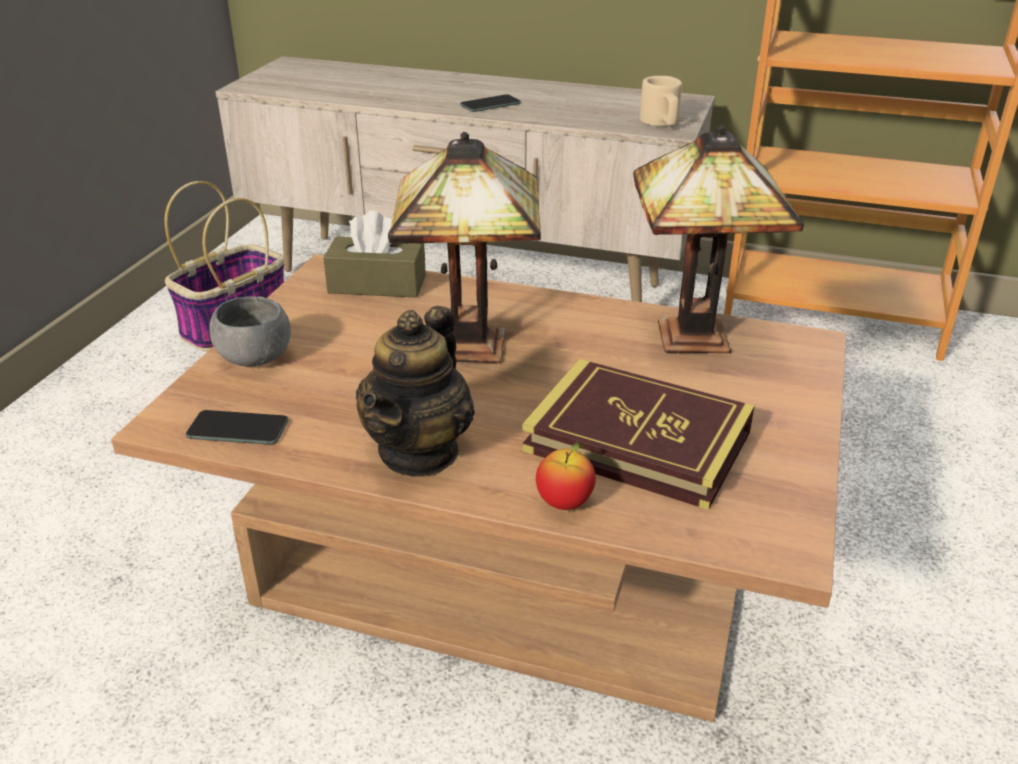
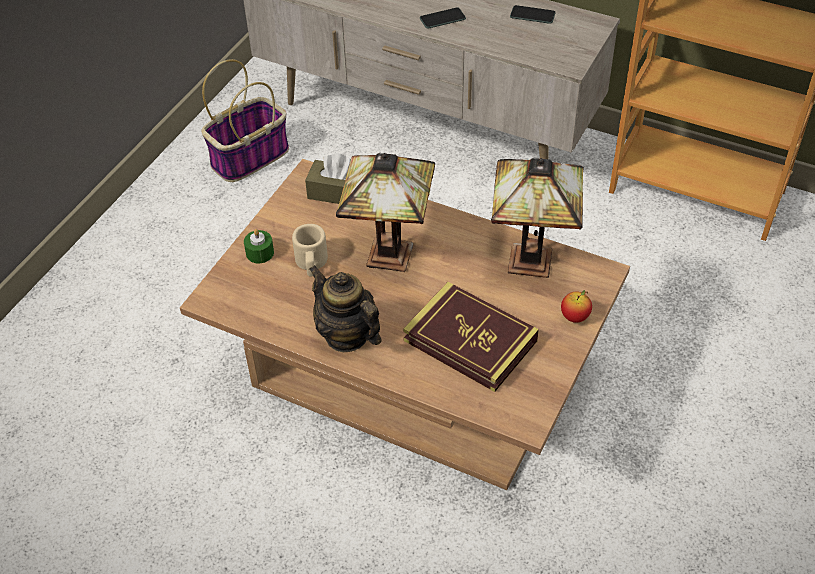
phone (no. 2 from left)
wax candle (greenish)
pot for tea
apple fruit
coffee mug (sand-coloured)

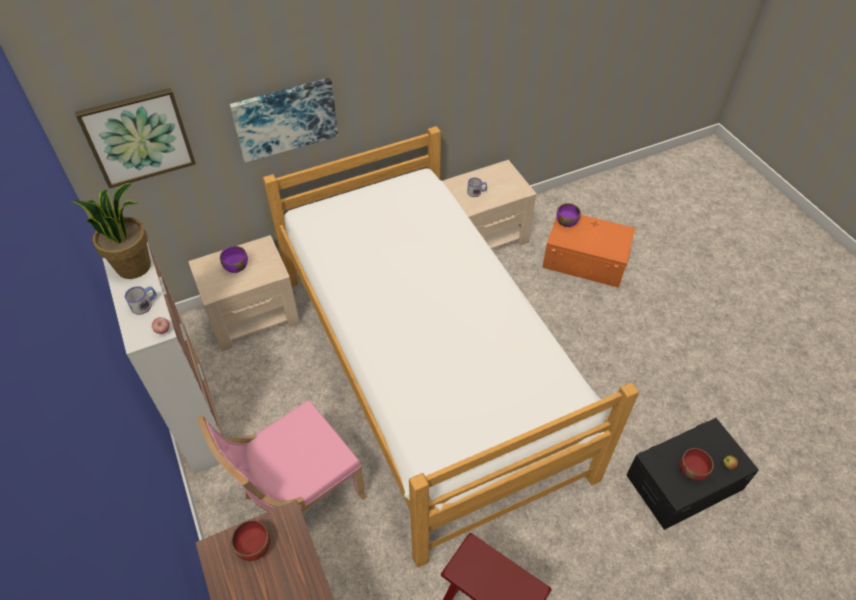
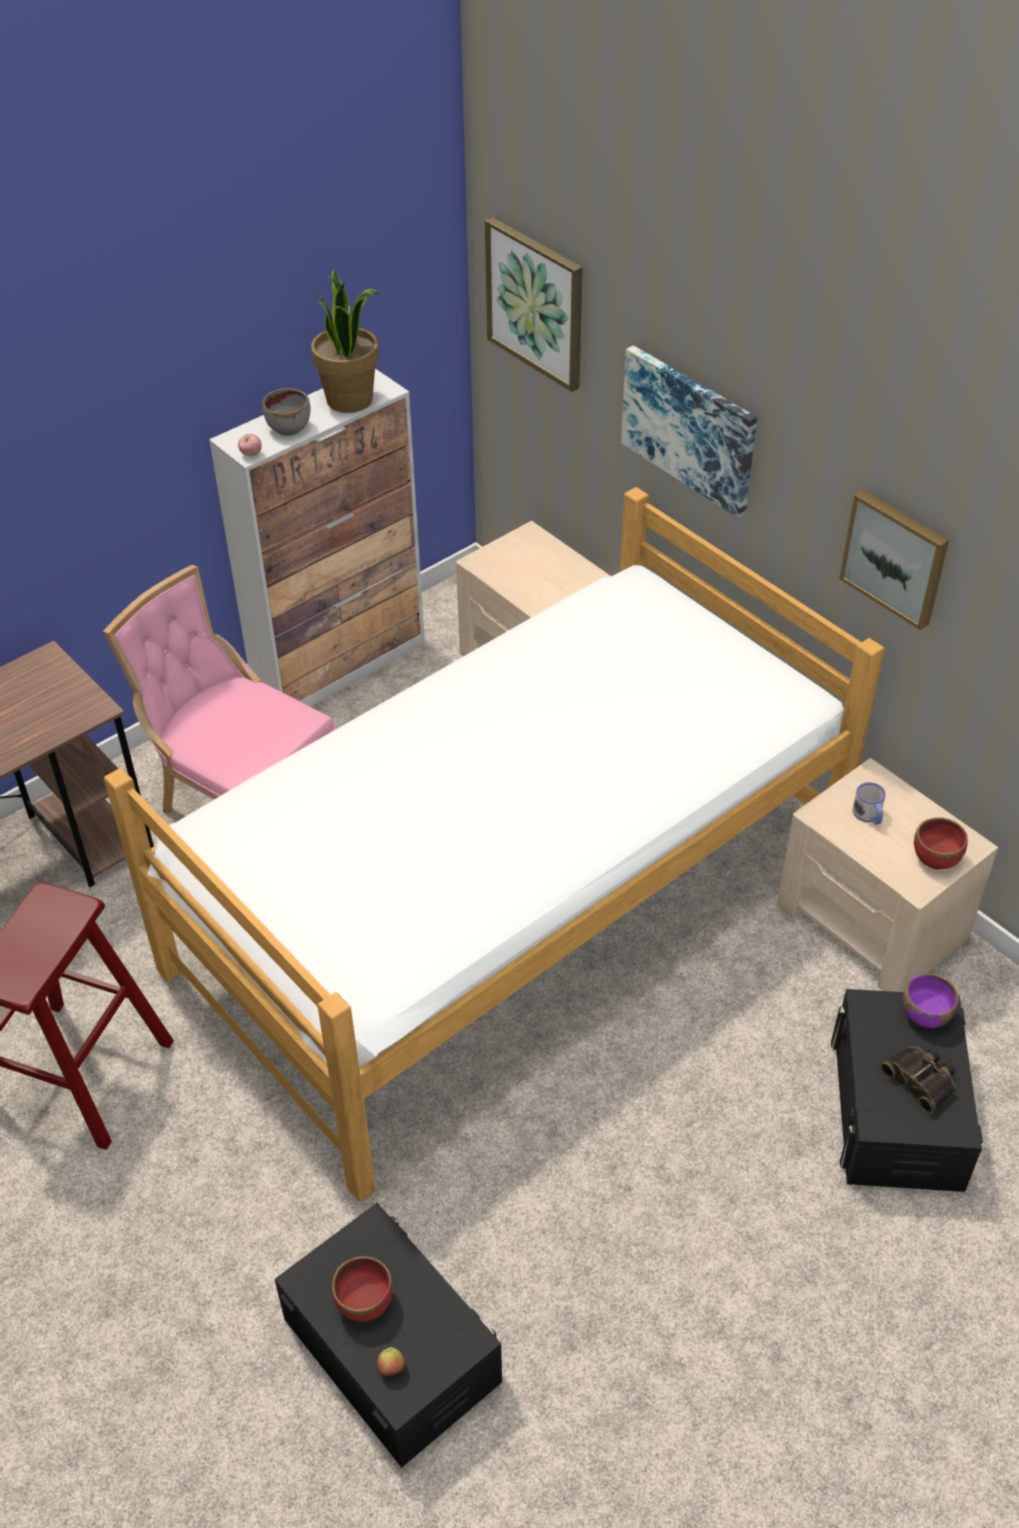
deep dish (gray)
deep dish (purple) (no. 1 from left in the first image)
deep dish (red) (no. 2 from left)
storage container (black) (no. 2 from left)
wall art (no. 3 from left)
binoculars

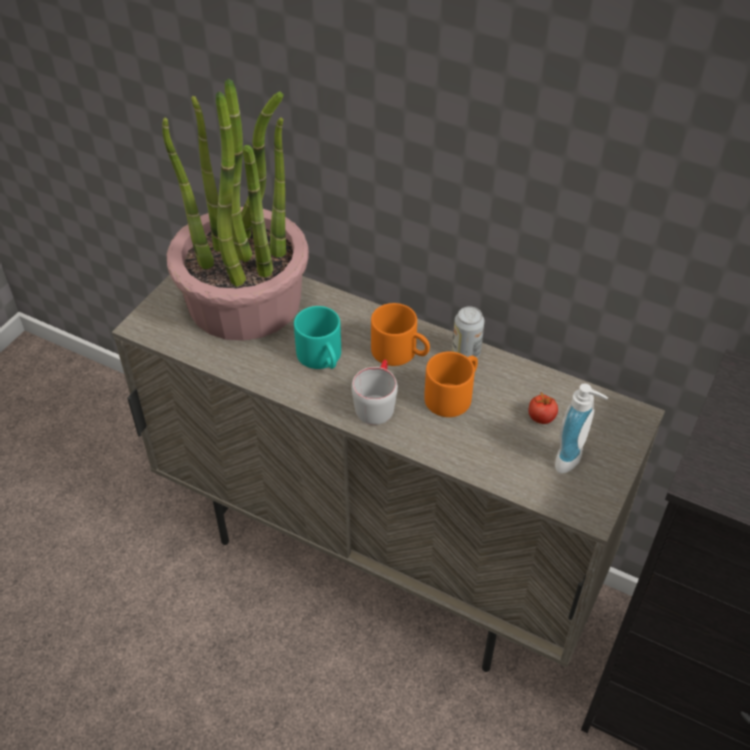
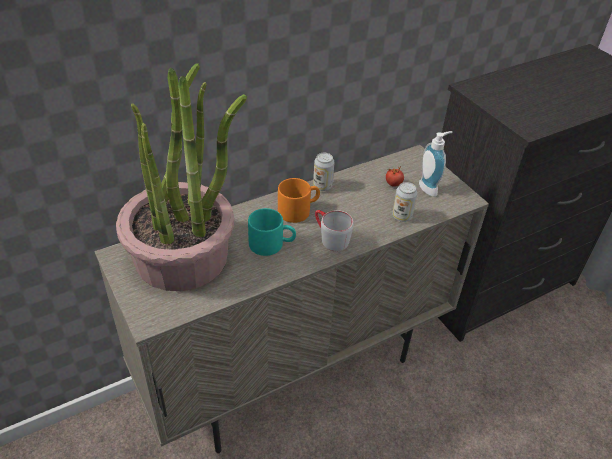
coffee mug (orange) (no. 2 from left in the first image)
sealed can (no. 2 from left)

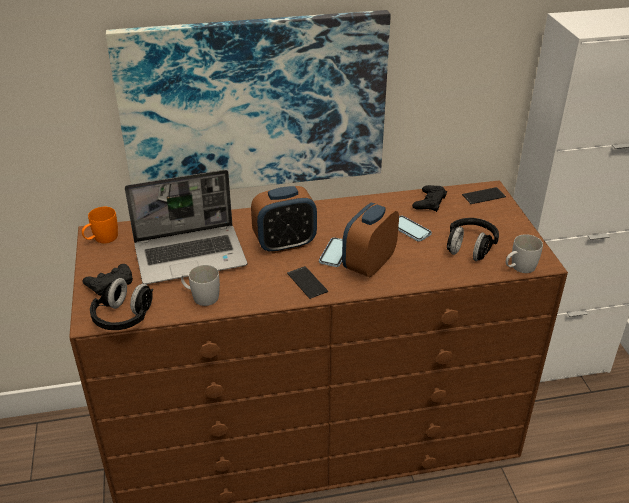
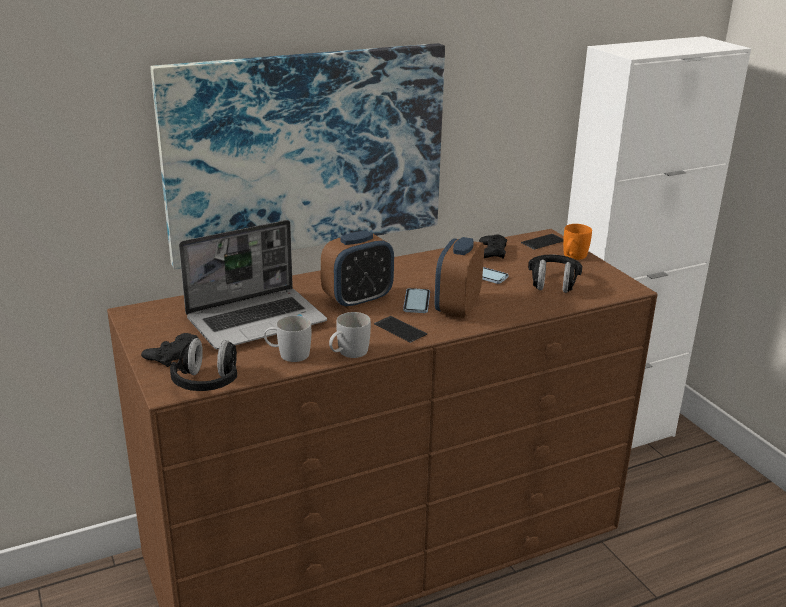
coffee mug (orange)
coffee mug (whitish) (no. 2 from left)

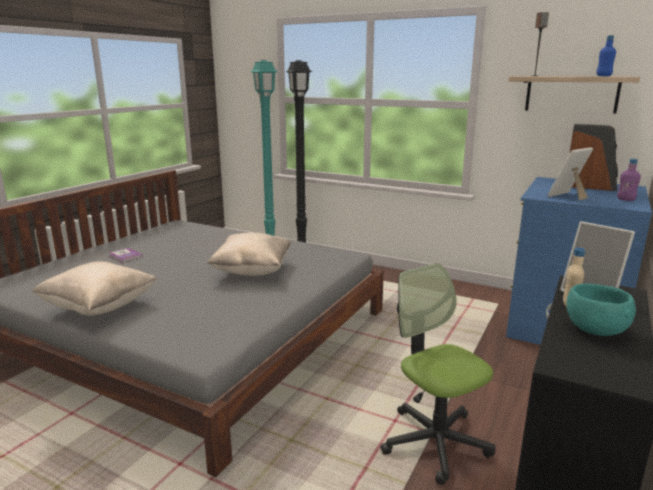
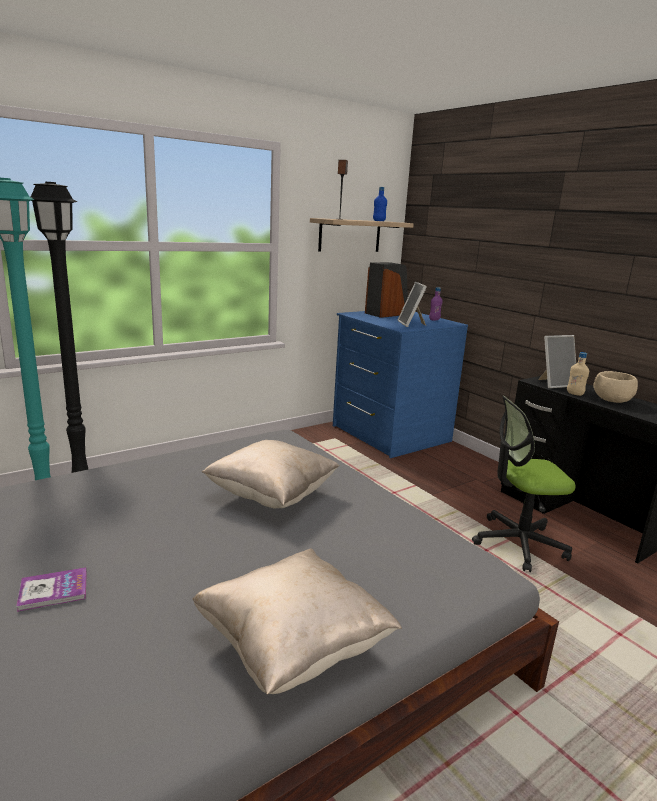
deep dish (sand-coloured)

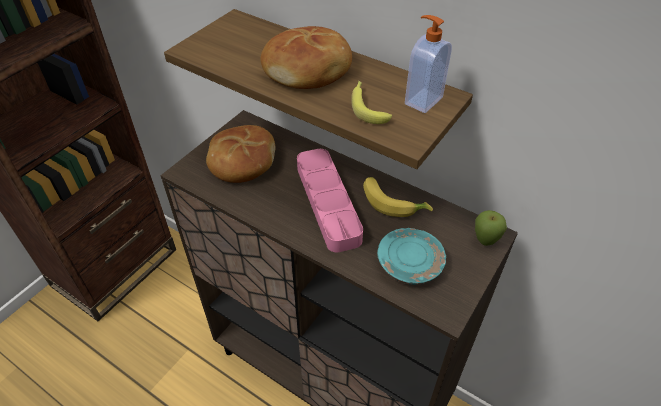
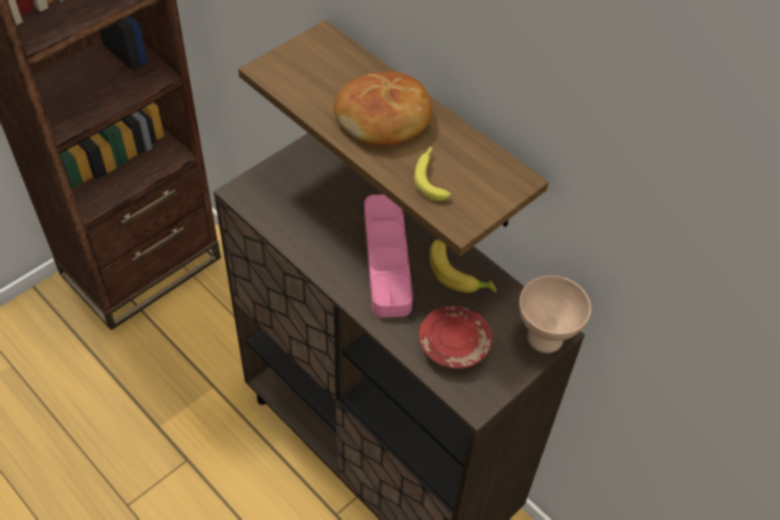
bread (no. 1 from left in the first image)
dinner plate (red)
soap dispenser
deep dish (sand-coloured)

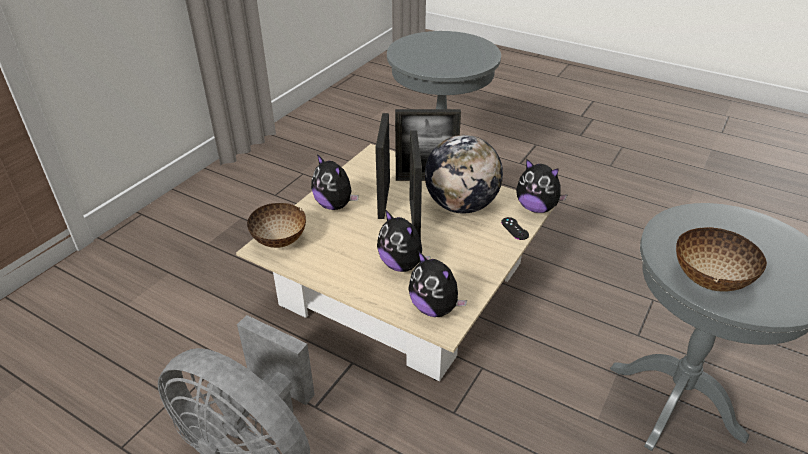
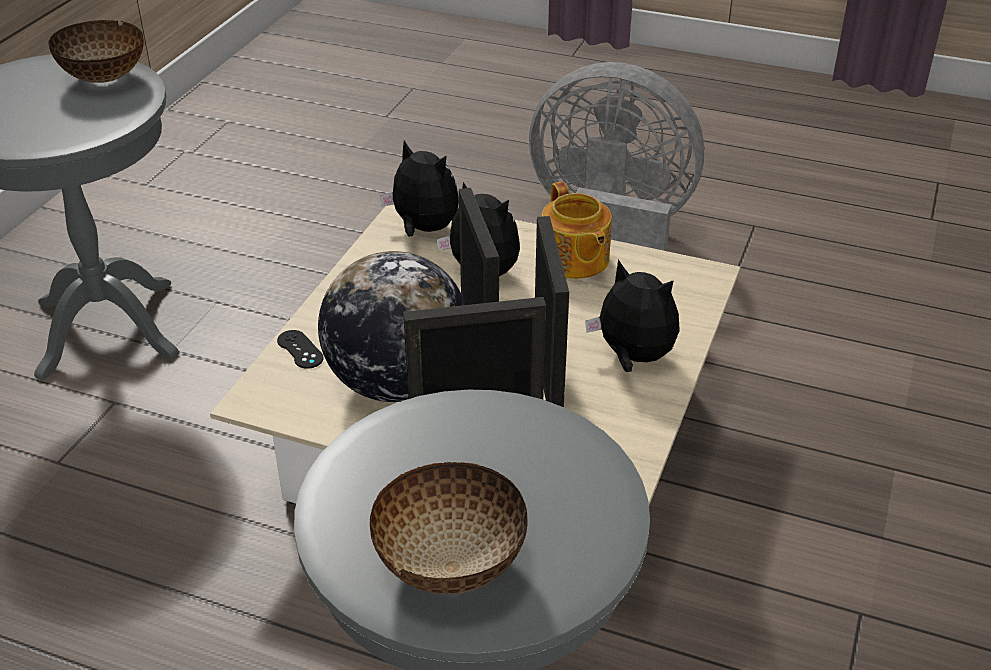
deep dish (no. 2 from left)
cuddly toy (no. 4 from left in the first image)
pot for tea

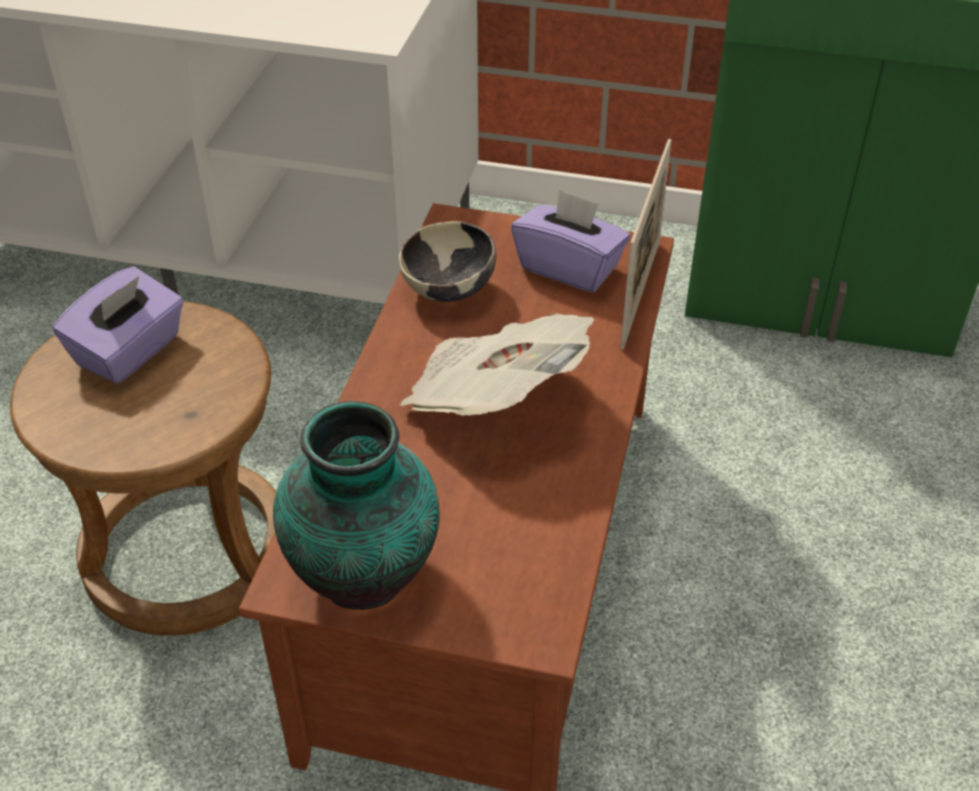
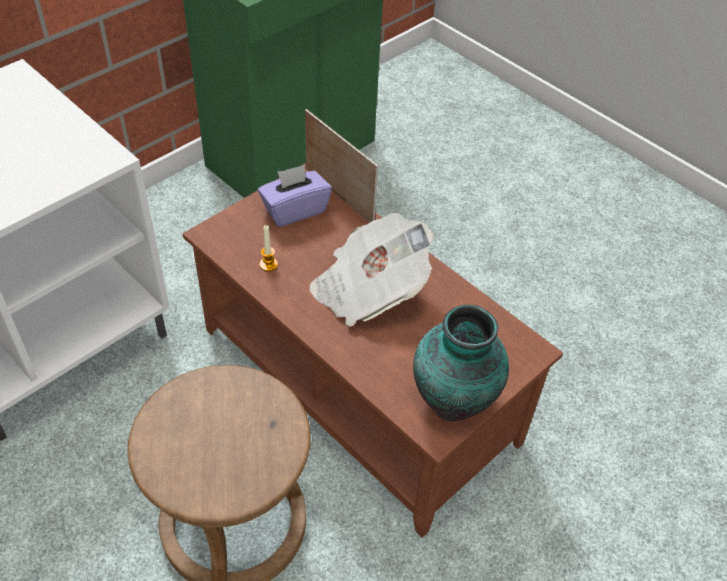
tissue box (purple) (no. 1 from left in the first image)
wax candle

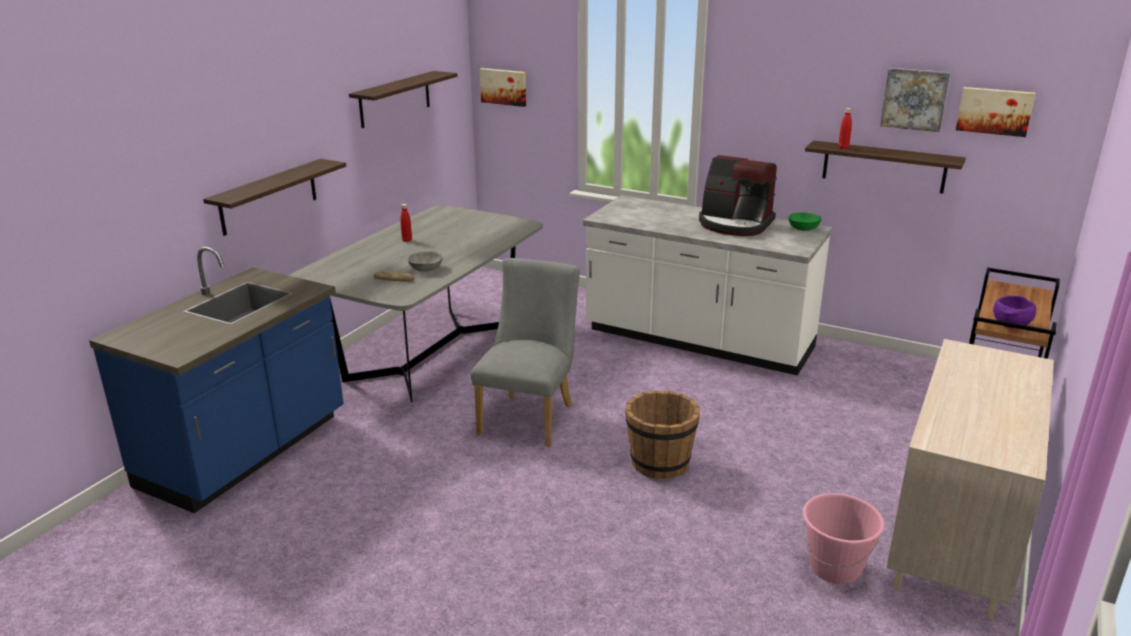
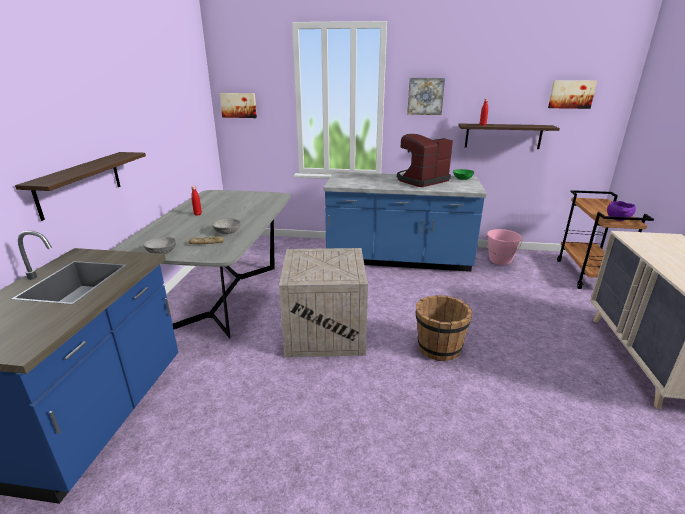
wall shelf (no. 2 from left in the first image)
crate
counter (bluish) (no. 2 from left)
coffee brewer
pail (pink-coloured)
wall art (no. 2 from left)
deep dish (gray) (no. 1 from left)

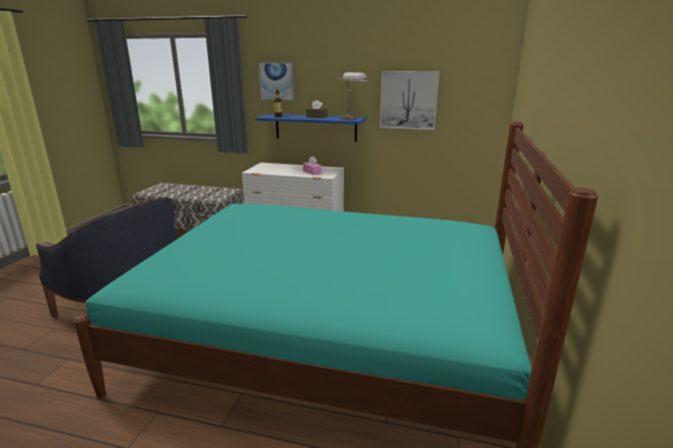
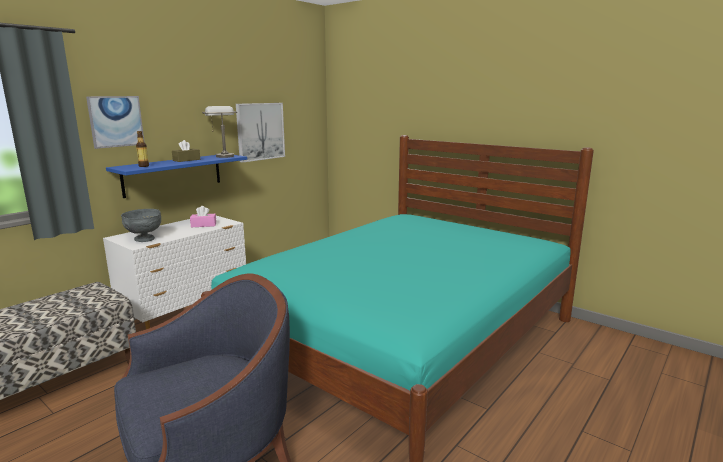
deep dish (gray)

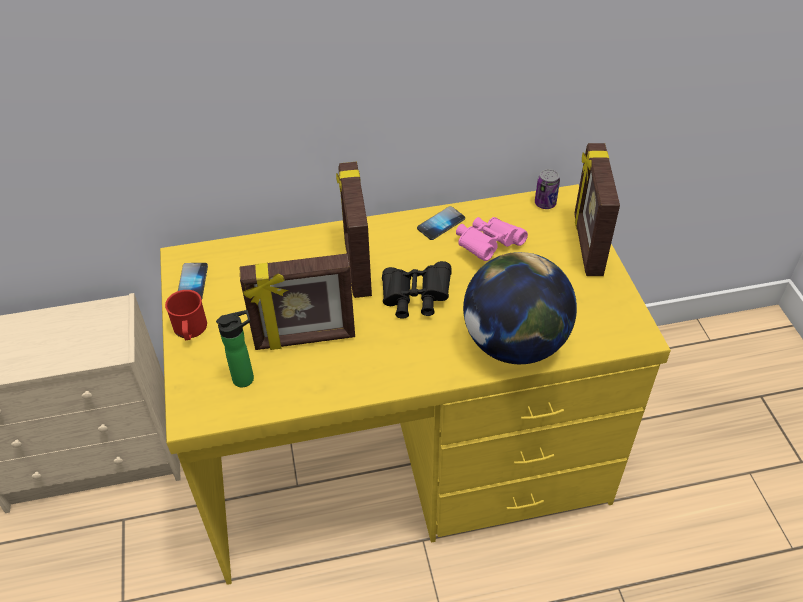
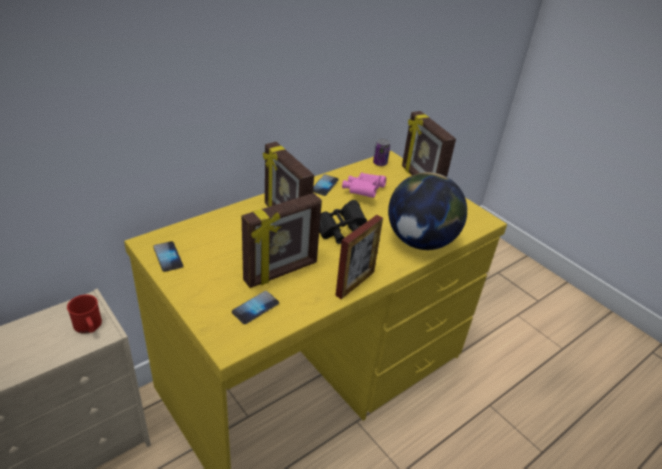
coffee mug (red)
phone (no. 2 from left)
picture frame (no. 3 from left)

